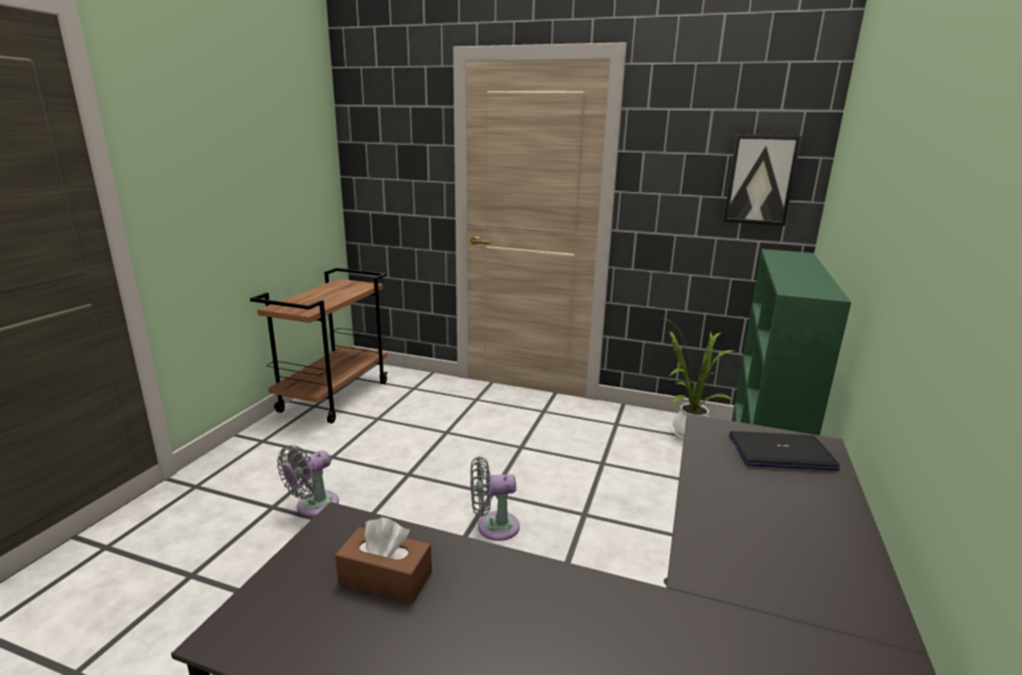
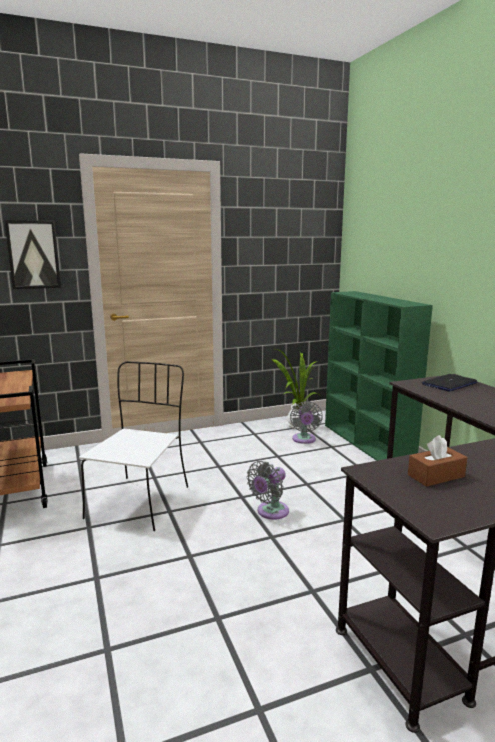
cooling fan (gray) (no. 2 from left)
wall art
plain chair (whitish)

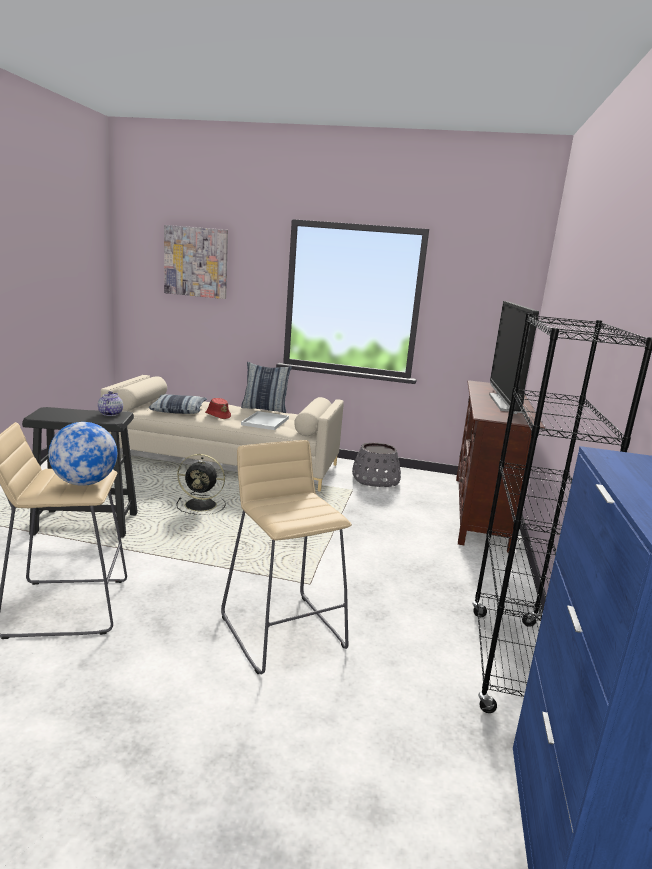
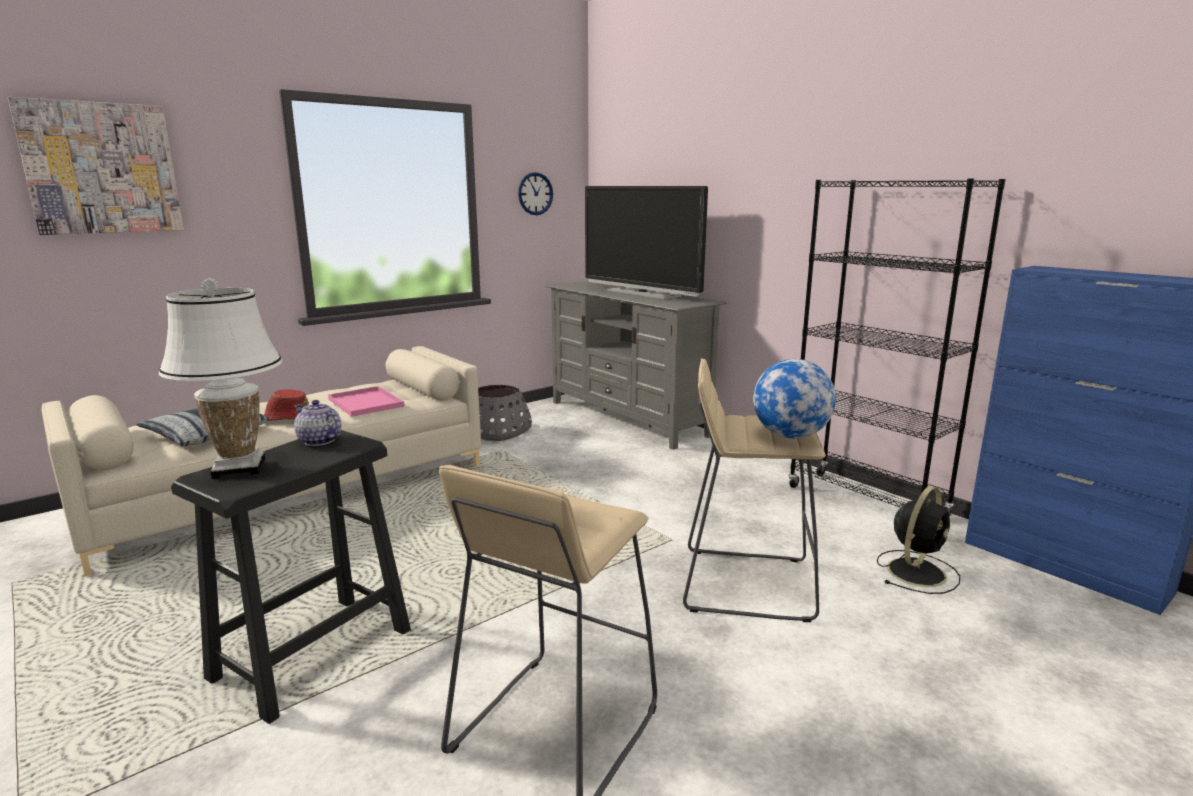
world globe
cooling fan (black)
pillow (no. 2 from left in the first image)
tray (pink-coloured)
tv stand (gray)
lamp for a table (whitish)
wall clock

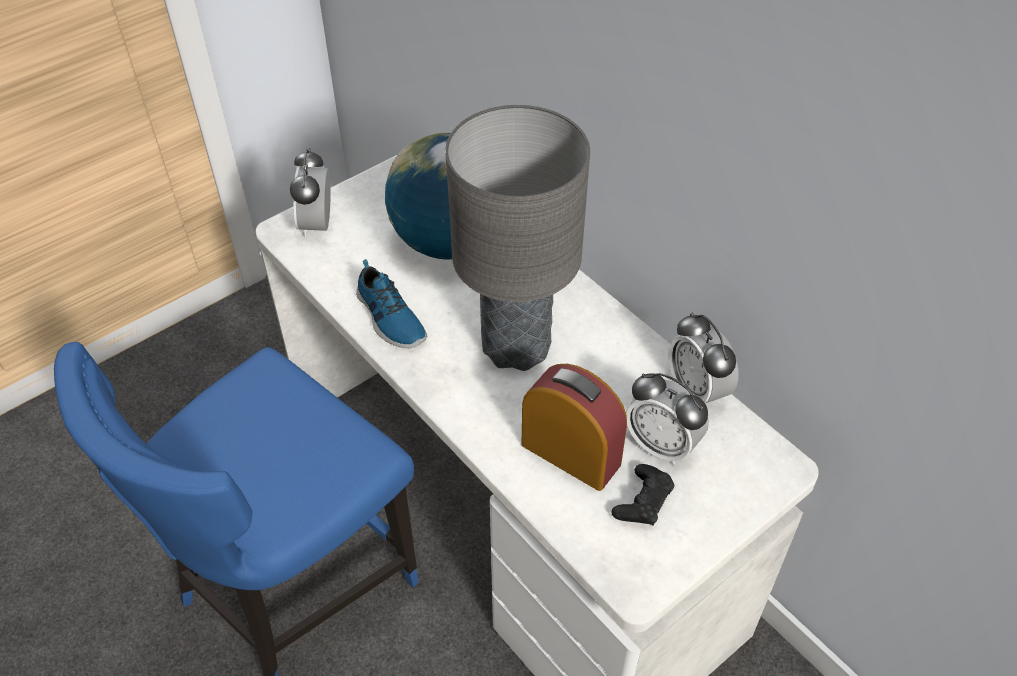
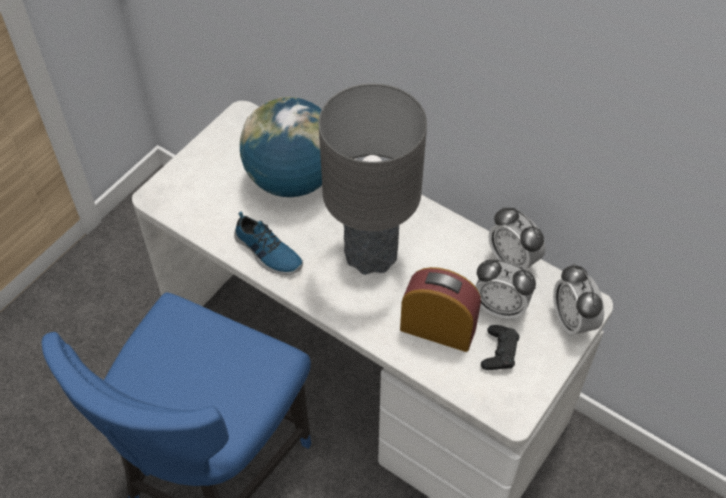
table clock (no. 4 from left)

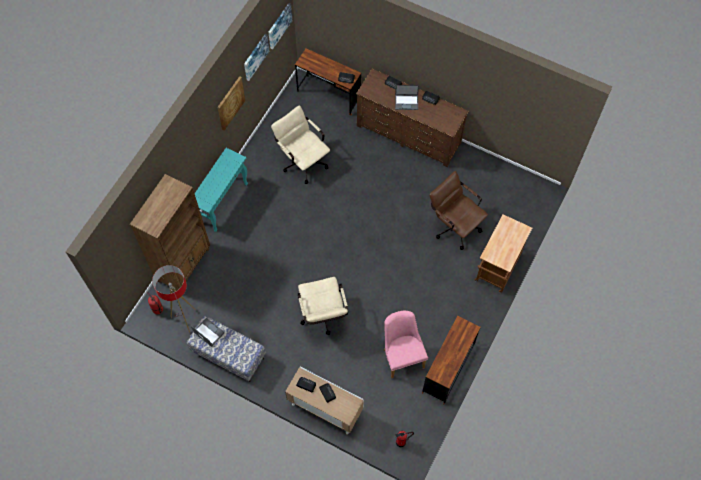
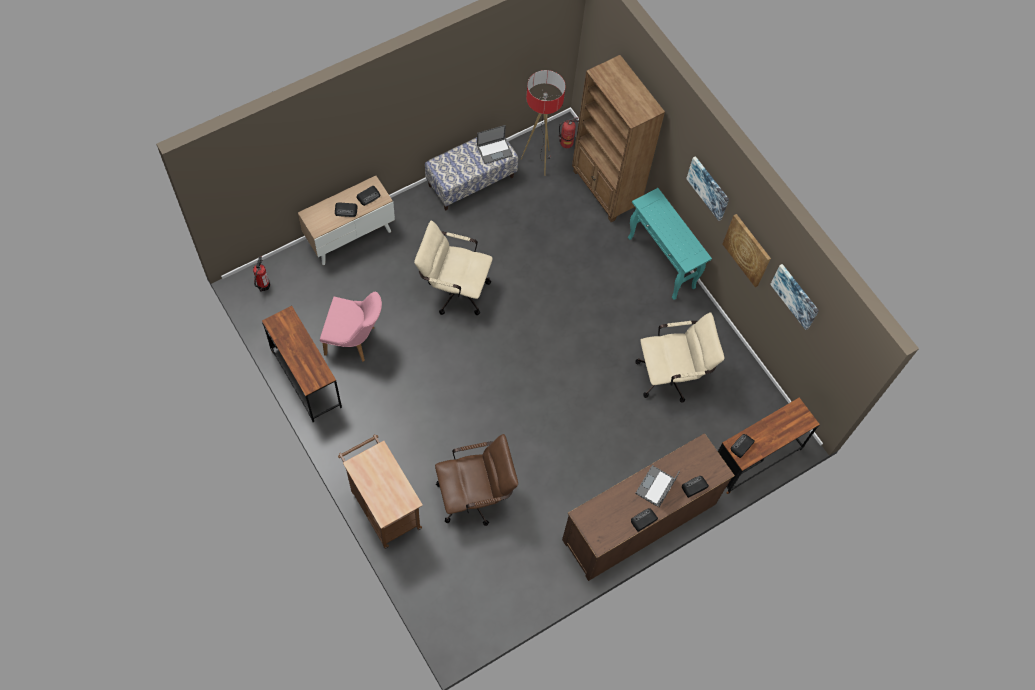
wall art (no. 1 from left)

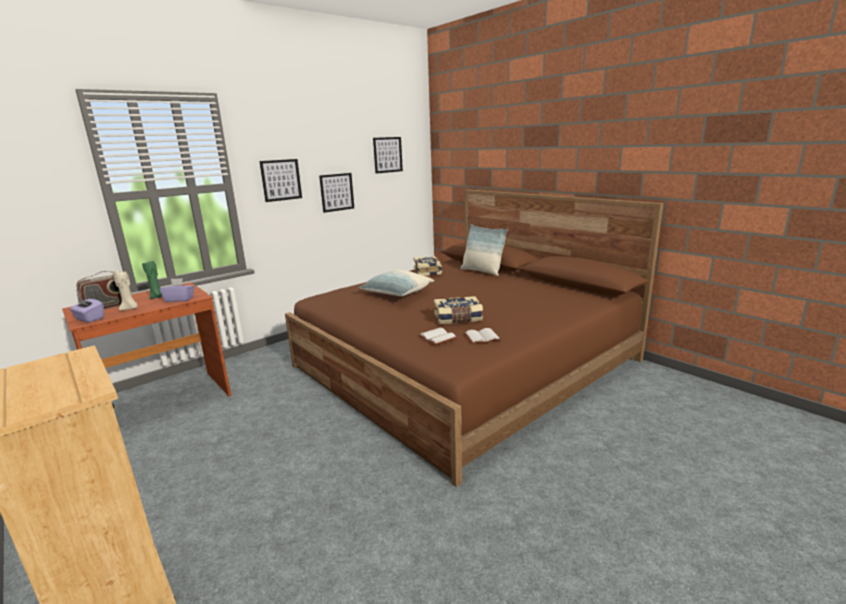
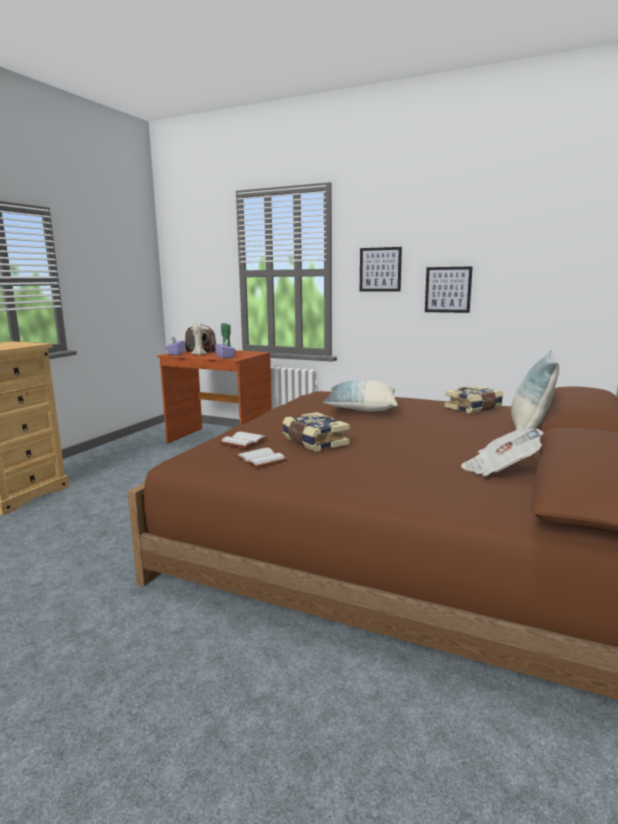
wall art (no. 3 from left in the first image)
printed paper

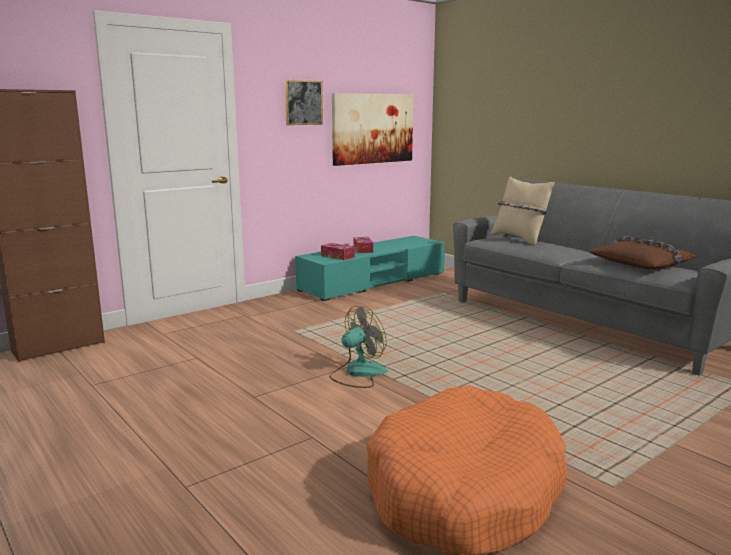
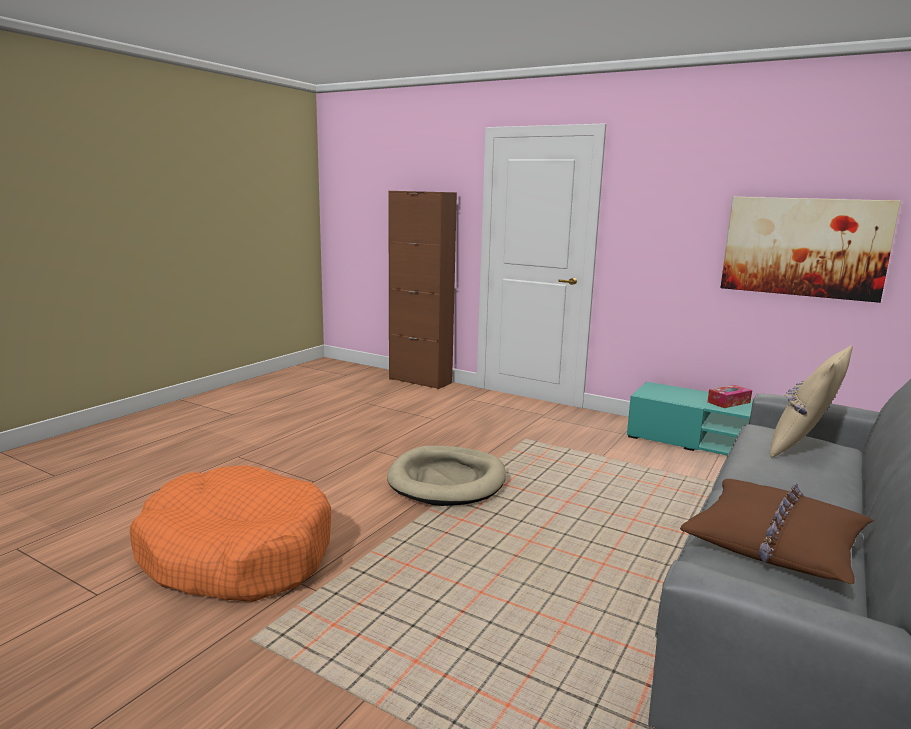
wall art (no. 1 from left in the first image)
tissue box (no. 1 from left in the first image)
dog bed (sand-coloured)

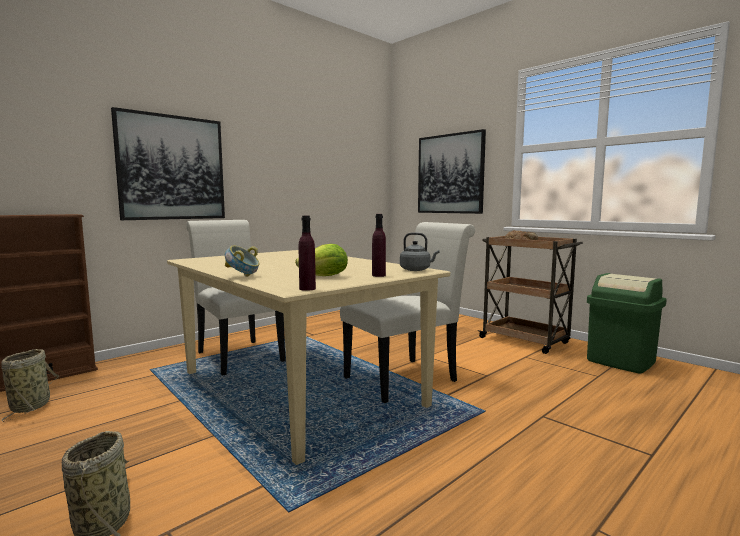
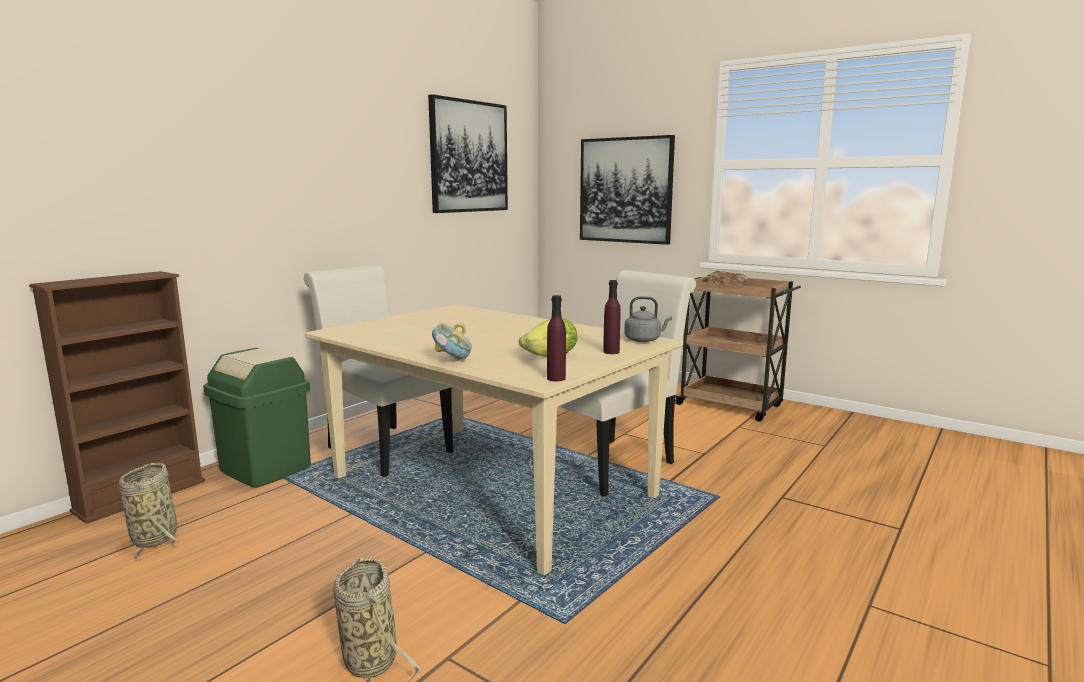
wall art (no. 1 from left)
trash can (greenish)

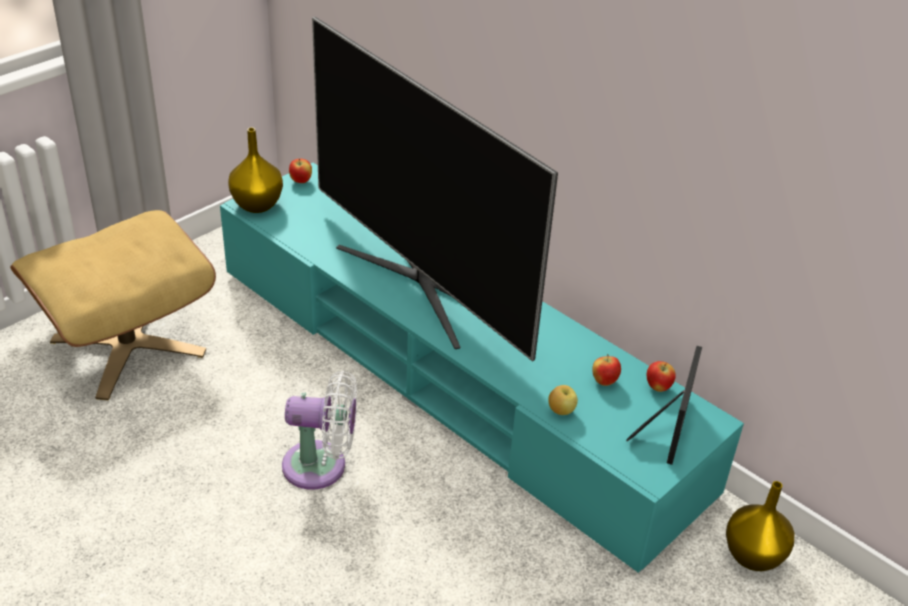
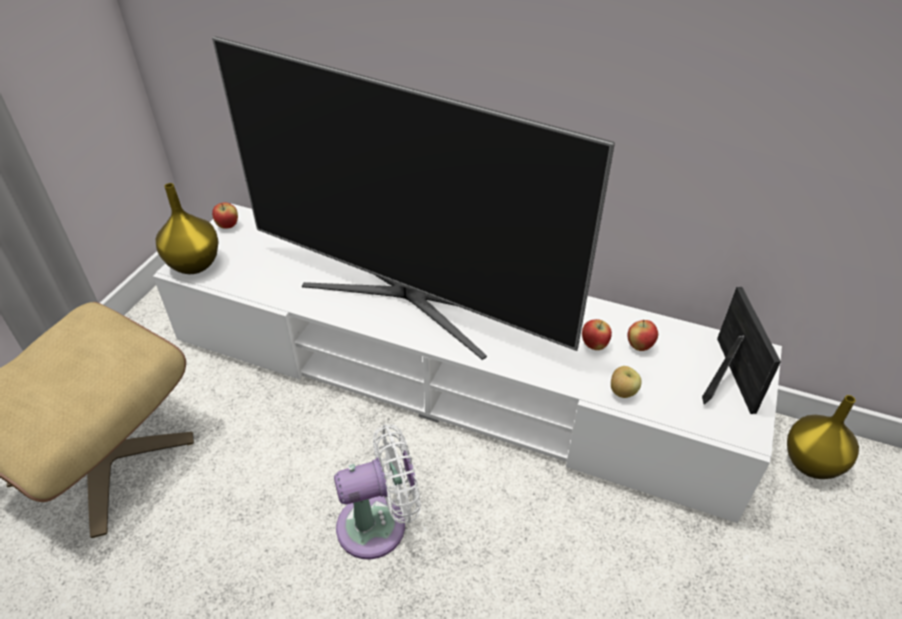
tv stand (whitish)
apple fruit (no. 2 from left)

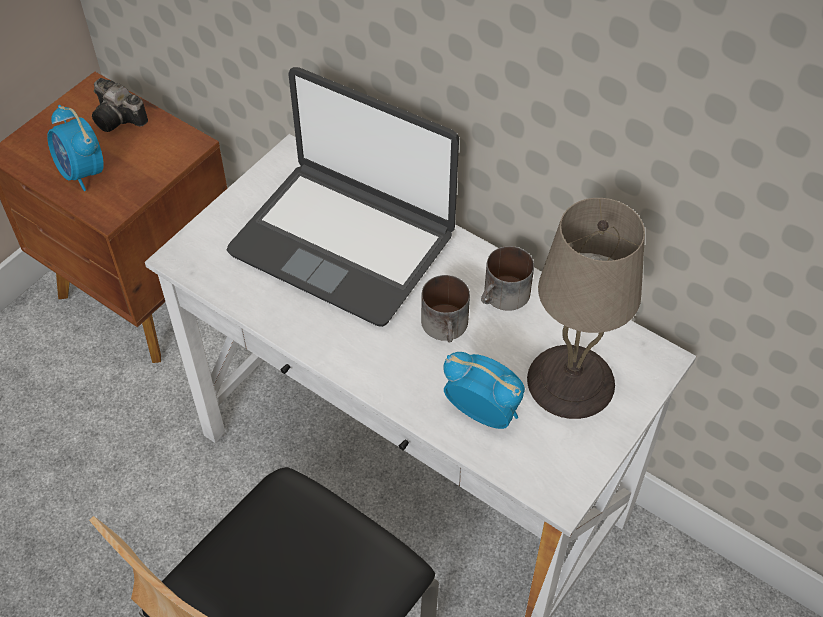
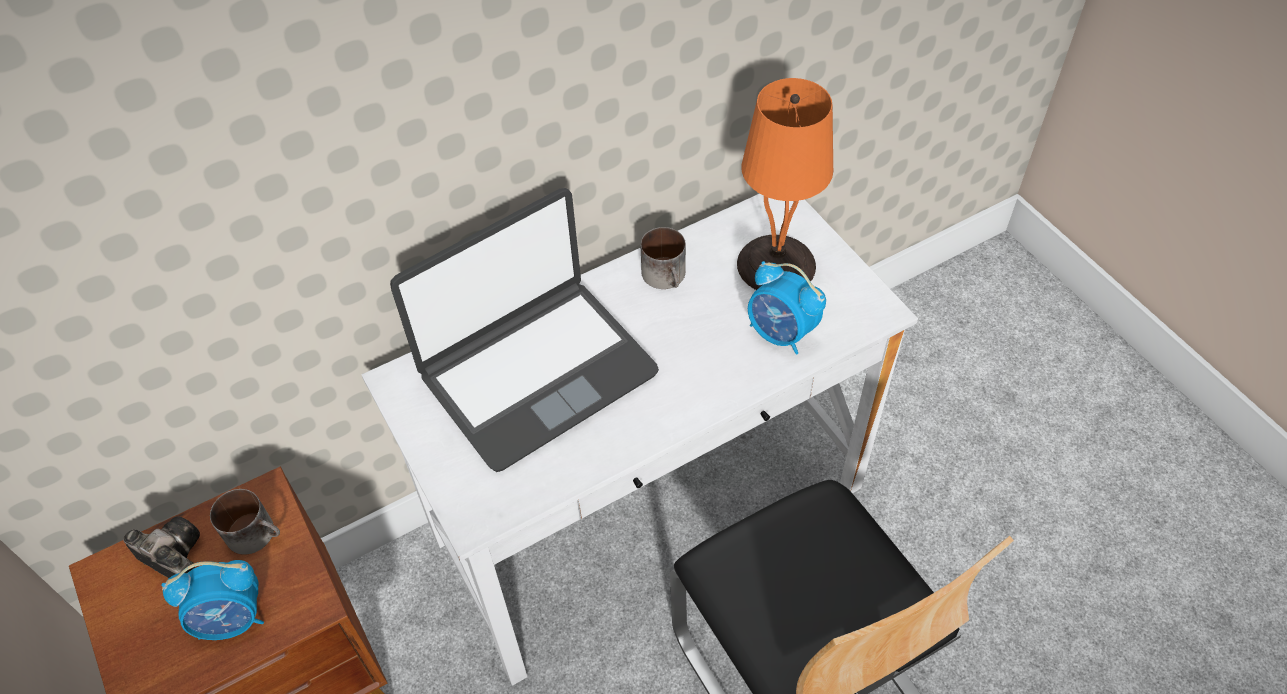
photo camera
coffee mug (no. 1 from left)
table clock (no. 2 from left)
lamp for a table (orange)

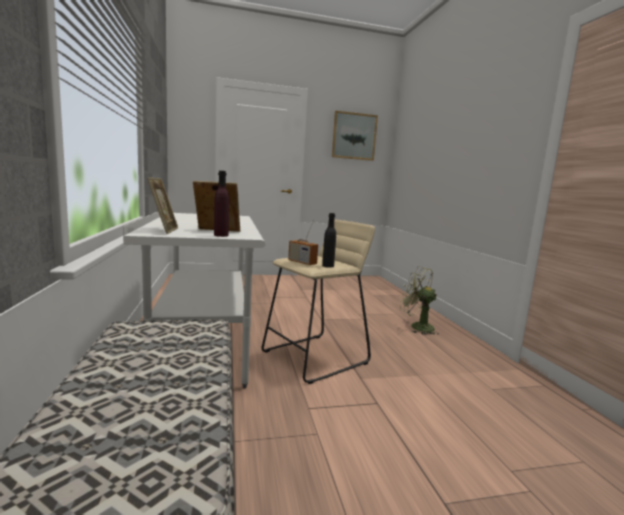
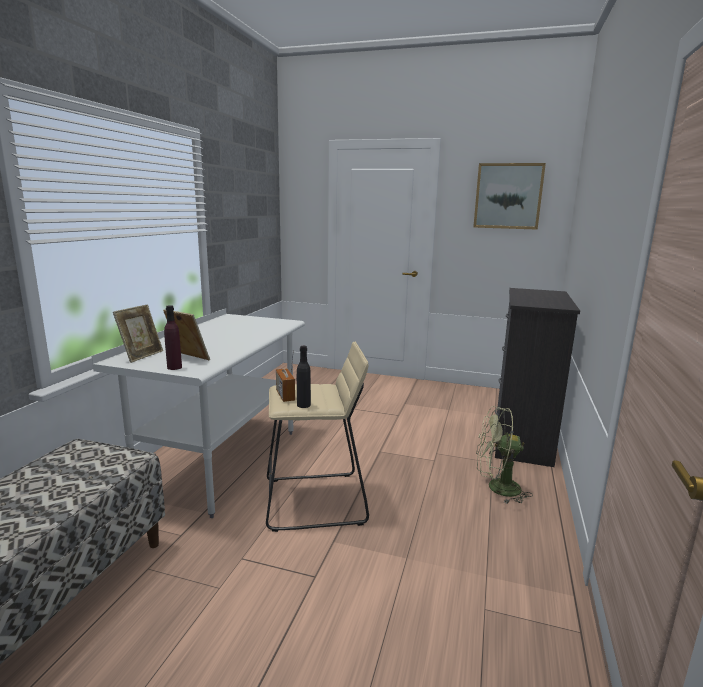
cooling fan (greenish)
dresser (black)

